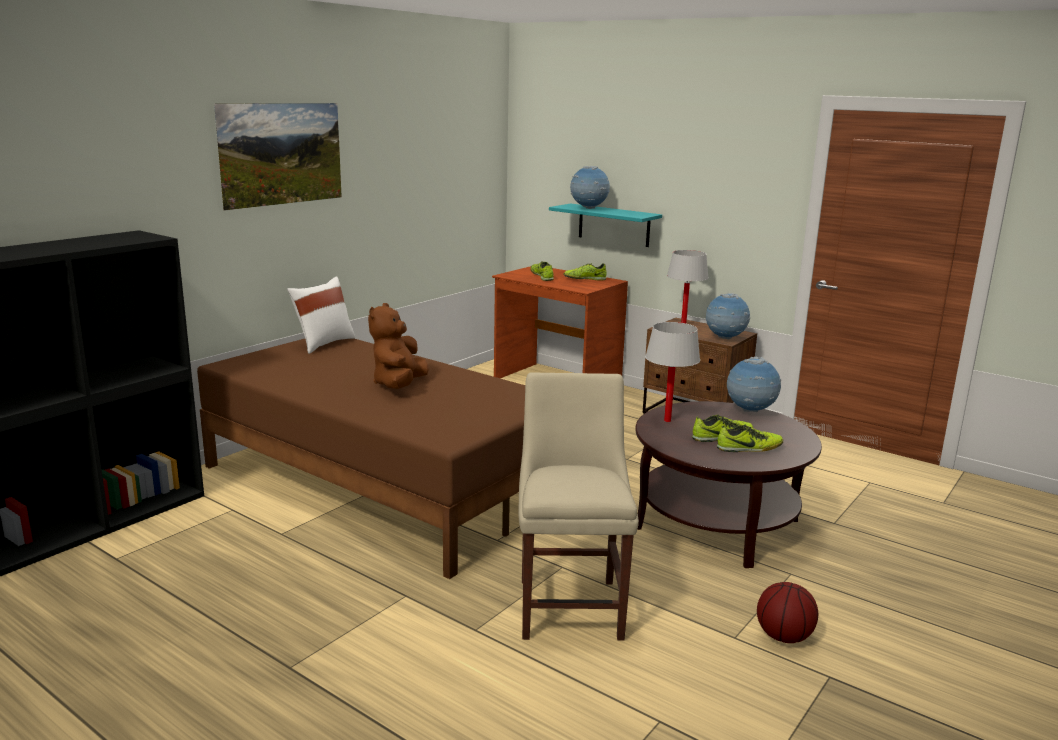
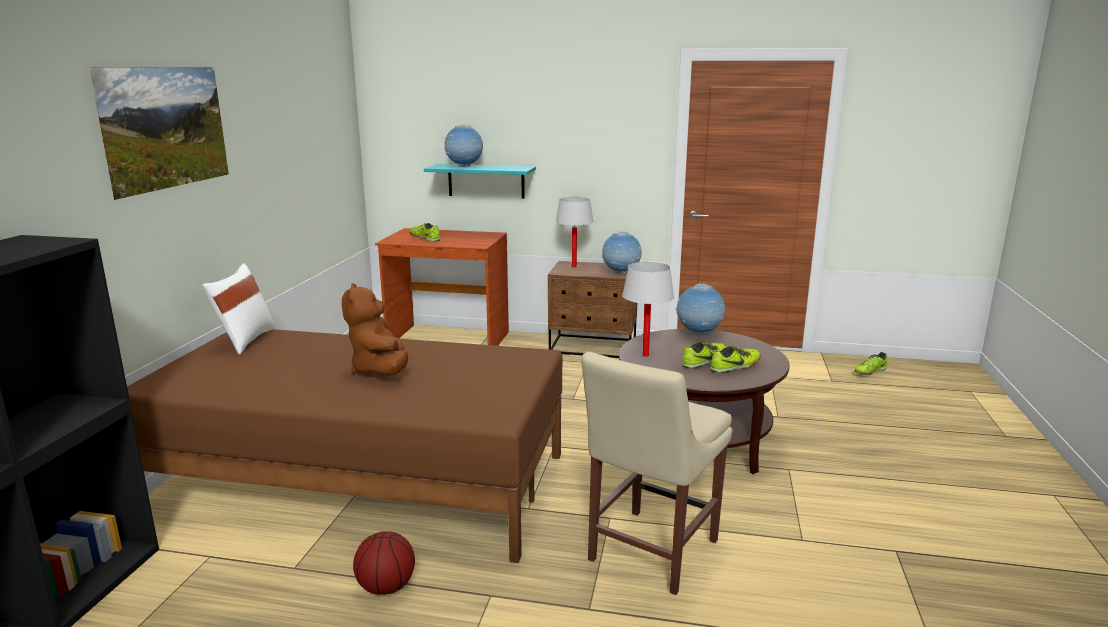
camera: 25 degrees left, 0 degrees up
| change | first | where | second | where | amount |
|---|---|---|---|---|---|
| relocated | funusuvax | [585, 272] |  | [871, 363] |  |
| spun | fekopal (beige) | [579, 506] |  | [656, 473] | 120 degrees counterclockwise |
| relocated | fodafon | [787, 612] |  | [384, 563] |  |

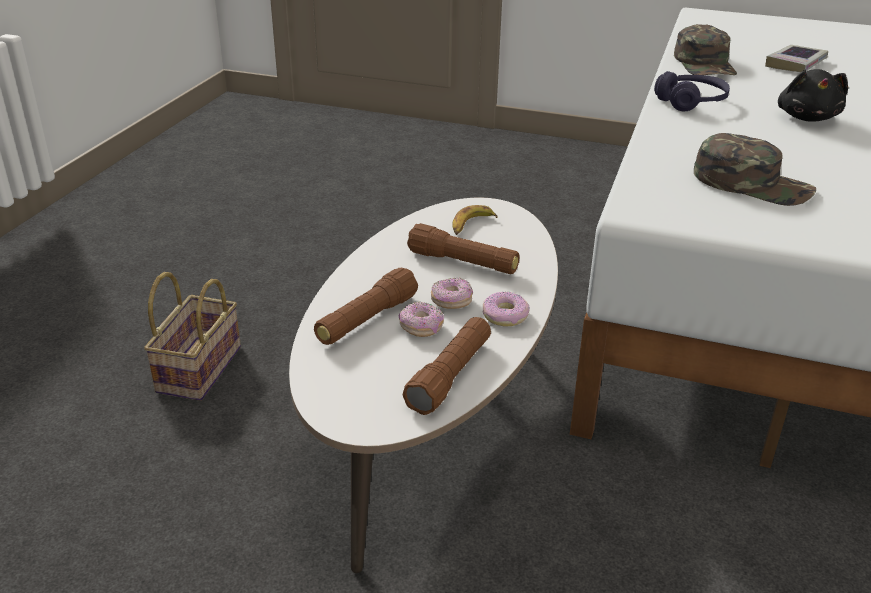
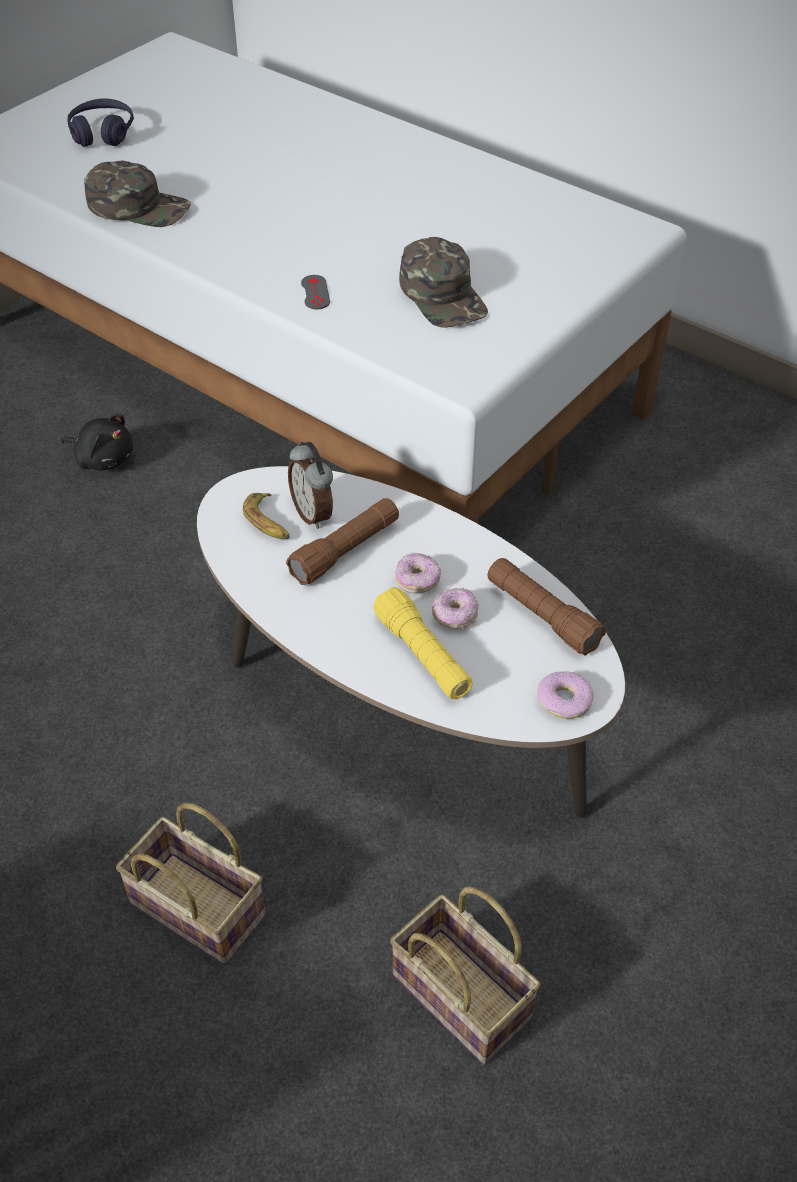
camera: 70 degrees left, 15 degrees up
| change | first | where | second | where | amount |
|---|---|---|---|---|---|
| missing | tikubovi | [796, 58] |  |  |  |
| relocated | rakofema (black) | [813, 95] |  | [97, 442] |  |
| relocated | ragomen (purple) | [692, 91] |  | [100, 123] |  |
| spun | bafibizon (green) | [755, 169] |  | [443, 282] | 105 degrees clockwise |
| colour | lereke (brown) | [366, 306] | lereke (yellow) | [422, 643] |  |
| relocated | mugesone | [506, 309] |  | [565, 695] |  |
| appeared |  |  | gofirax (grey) | [315, 292] |  |
| appeared |  |  | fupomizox | [310, 485] |  |
| appeared |  |  | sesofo | [465, 976] |  |

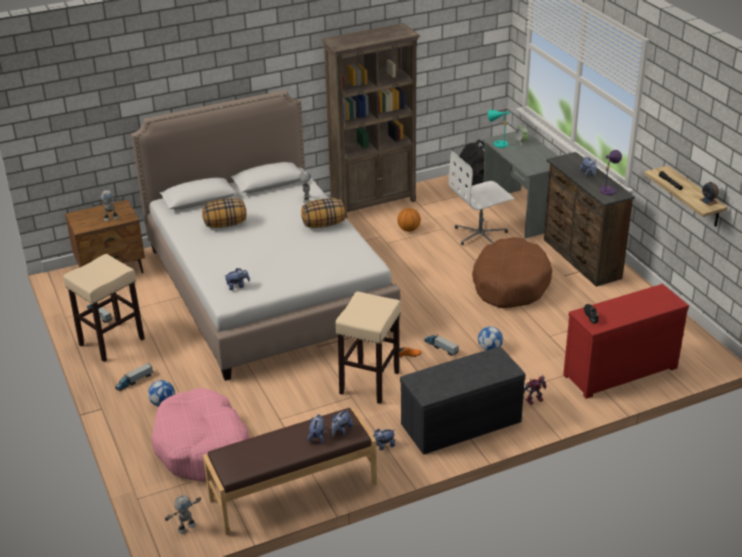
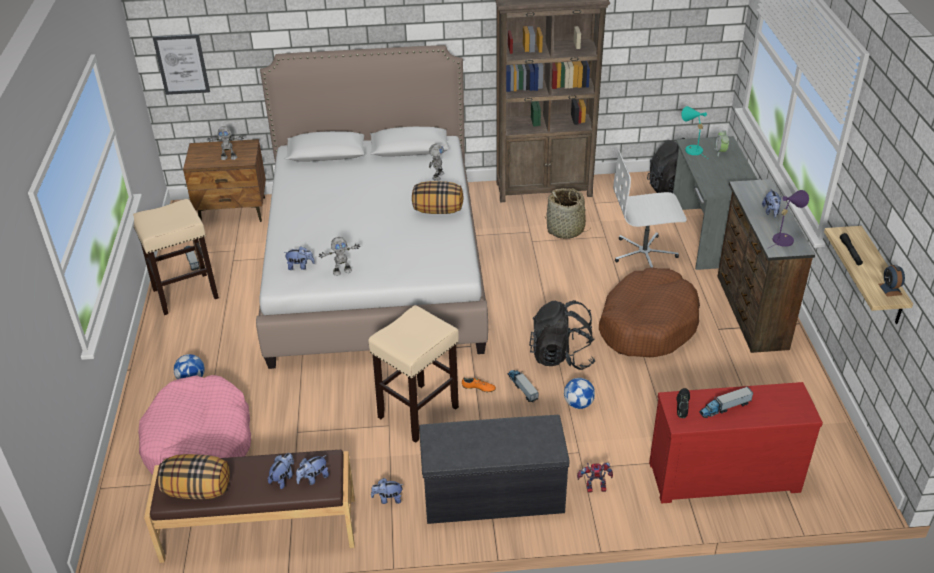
camera: 20 degrees right, 5 degrees up
| change | first | where | second | where | amount |
|---|---|---|---|---|---|
| relocated | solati | [224, 213] |  | [194, 476] |  |
| exchanged | fodafon | [409, 220] | sesofo | [568, 213] |  |
| relocated | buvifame | [134, 377] |  | [726, 402] |  |
| relocated | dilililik | [183, 514] |  | [339, 256] |  |
| appeared |  |  | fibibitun | [181, 64] |  |
| appeared |  |  | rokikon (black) | [562, 335] |  |

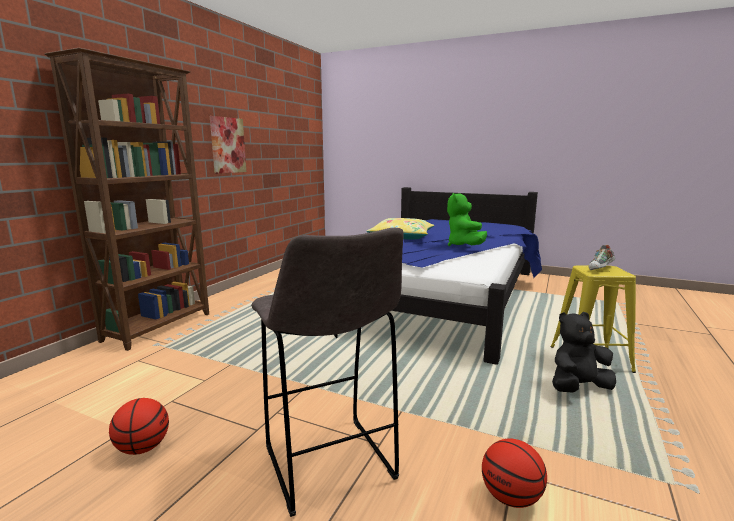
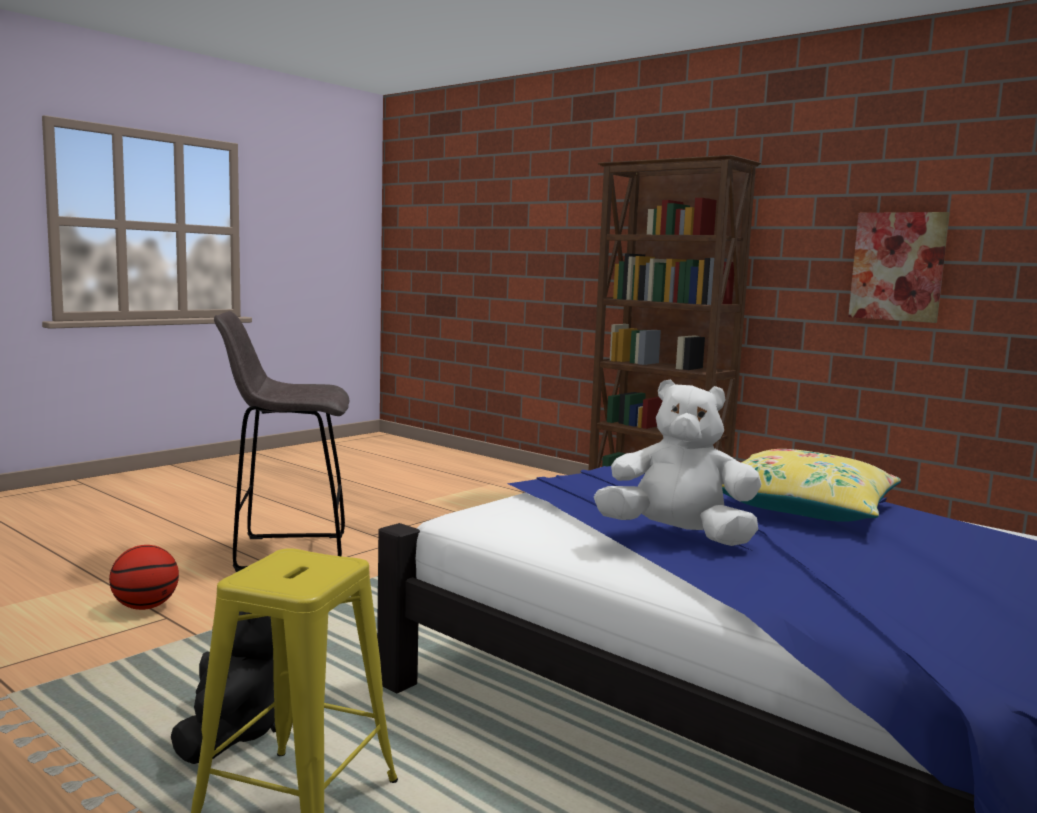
camera: 105 degrees right, 5 degrees down
| change | first | where | second | where | amount |
|---|---|---|---|---|---|
| colour | rakofema (green) | [467, 219] | rakofema (white) | [678, 463] |  |
| missing | funusuvax | [602, 257] |  |  |  |
| missing | fodafon | [139, 426] |  |  |  |

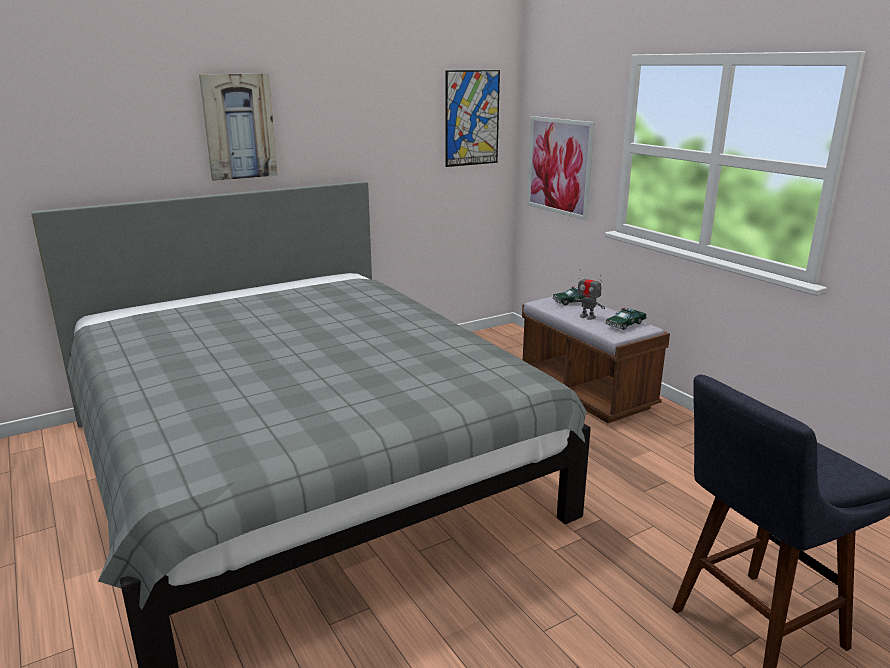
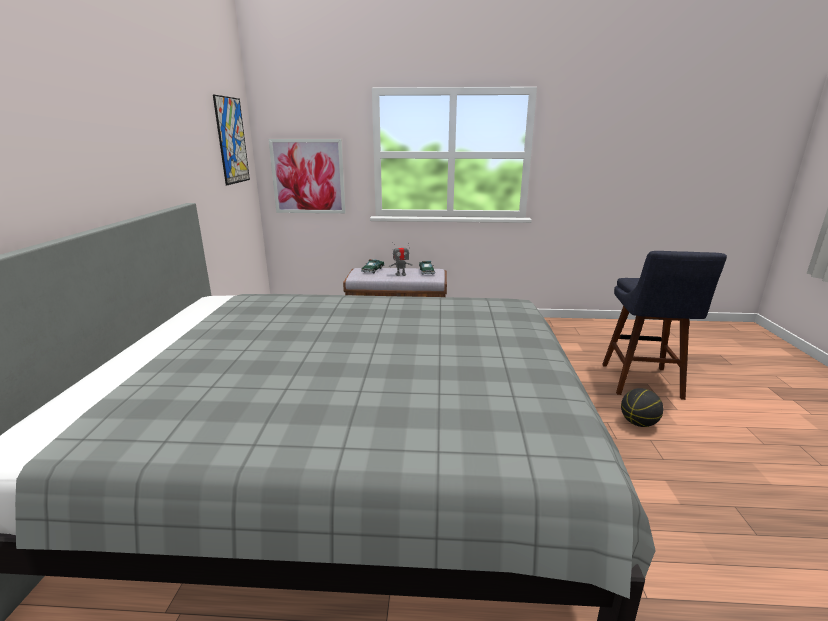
camera: 55 degrees left, 0 degrees up
| change | first | where | second | where | amount |
|---|---|---|---|---|---|
| missing | fibibitun | [238, 127] |  |  |  |
| appeared |  |  | fodafon | [642, 407] |  |

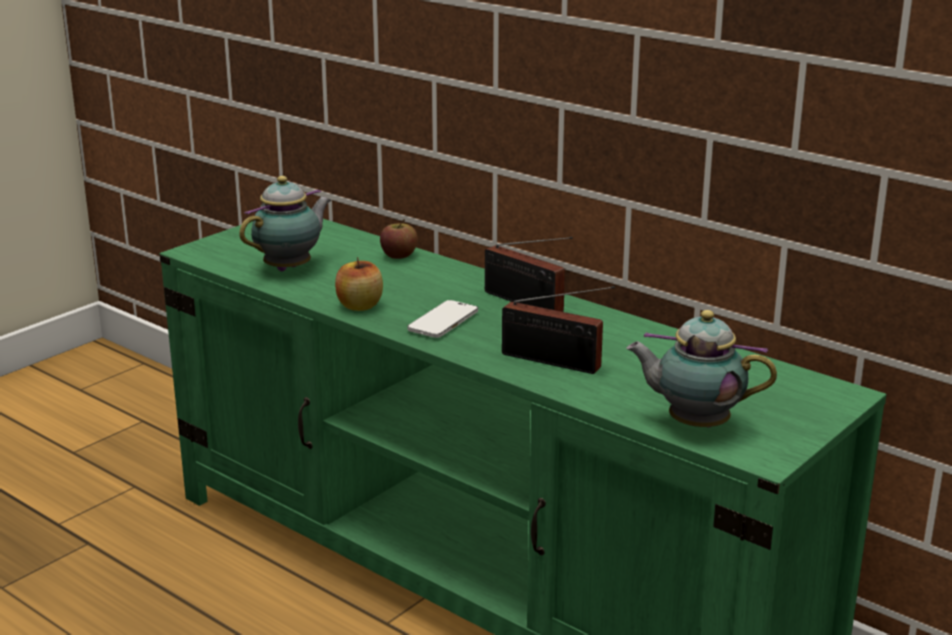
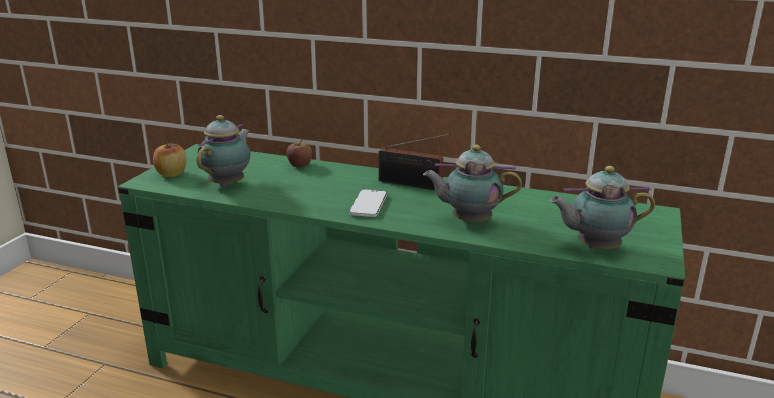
camera: 20 degrees left, 0 degrees up
| change | first | where | second | where | amount |
|---|---|---|---|---|---|
| relocated | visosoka | [359, 284] |  | [170, 159] |  |
| exchanged | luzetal | [558, 330] | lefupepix | [472, 183] |  |

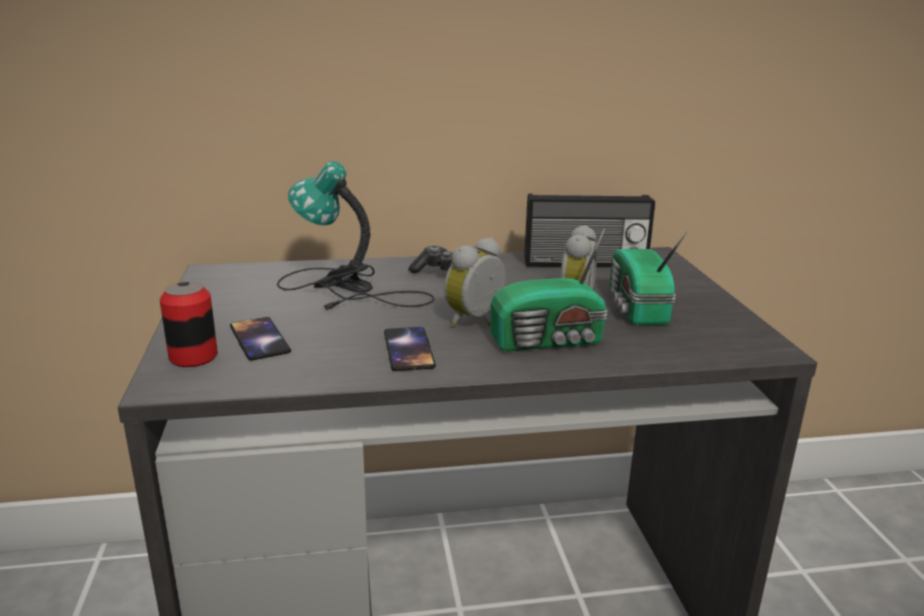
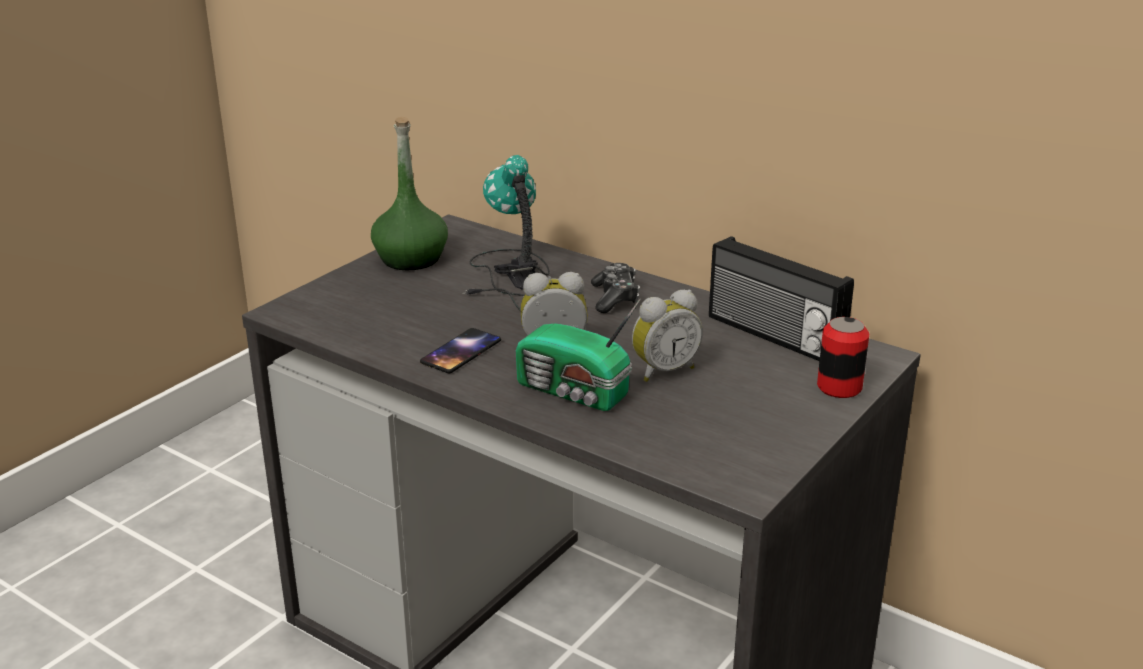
camera: 45 degrees right, 5 degrees up
| change | first | where | second | where | amount |
|---|---|---|---|---|---|
| missing | luzetal | [648, 278] |  |  |  |
| relocated | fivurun | [189, 324] |  | [843, 357] |  |
| missing | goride | [260, 338] |  |  |  |
| appeared |  |  | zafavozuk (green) | [409, 193] |  |

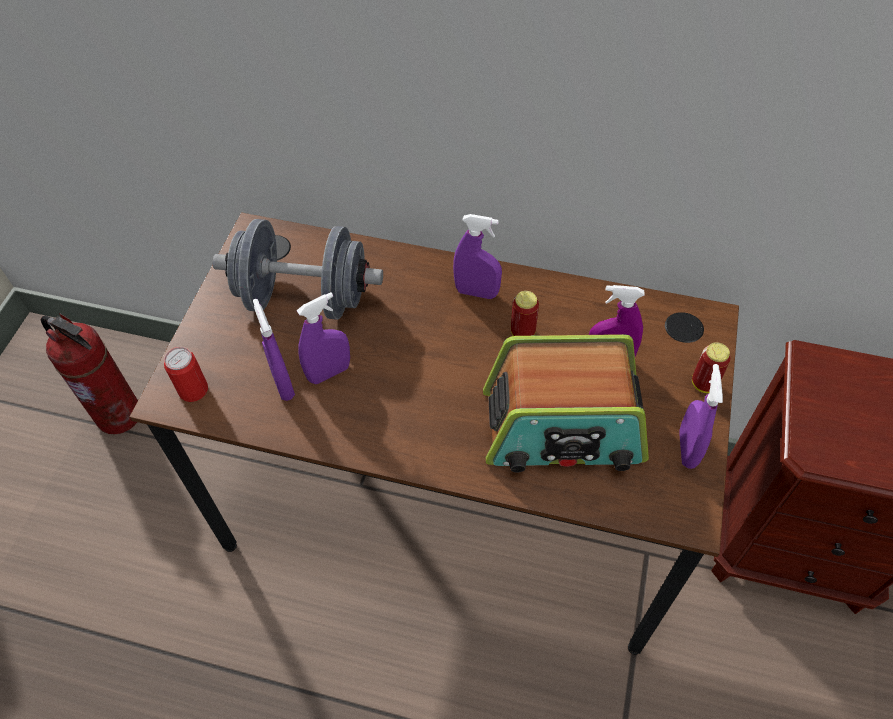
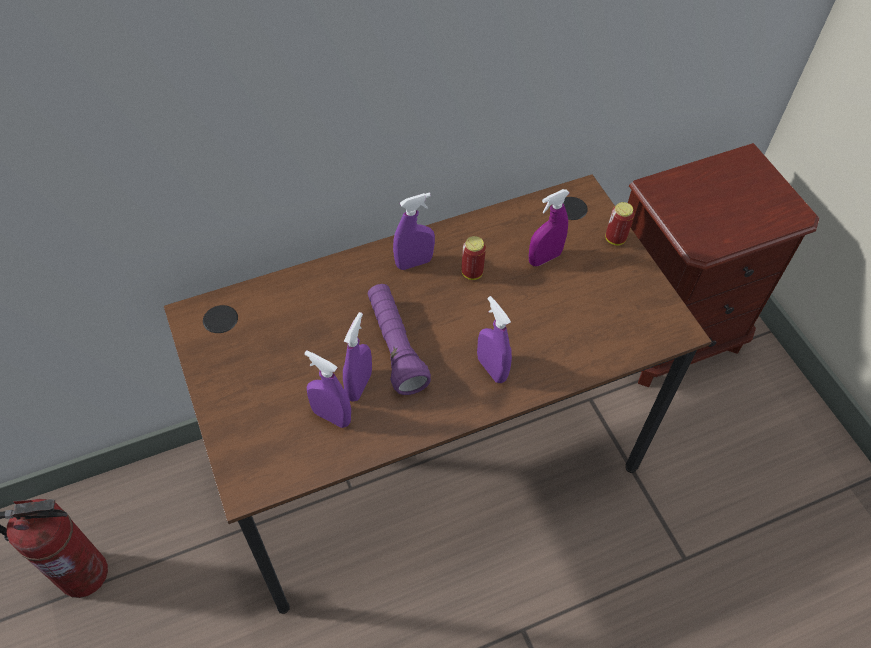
camera: 40 degrees left, 0 degrees up
| change | first | where | second | where | amount |
|---|---|---|---|---|---|
| missing | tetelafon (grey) | [298, 269] |  |  |  |
| missing | luzetal | [566, 403] |  |  |  |
| missing | fivurun | [186, 374] |  |  |  |
| relocated | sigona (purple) | [701, 416] |  | [494, 339] |  |
| appeared |  |  | lereke (purple) | [399, 339] |  |

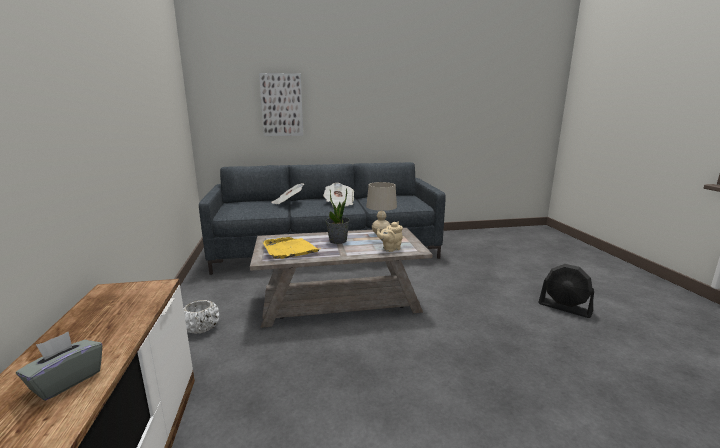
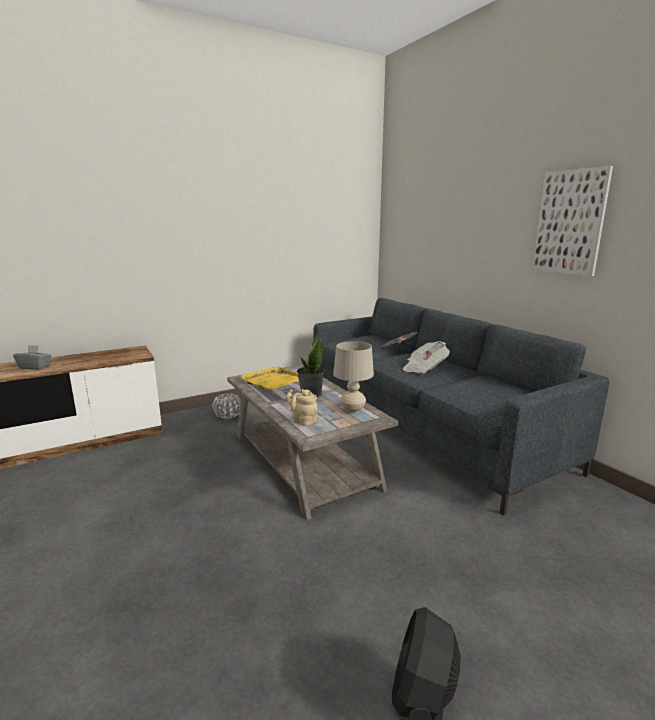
camera: 70 degrees right, 0 degrees up
| change | first | where | second | where | amount |
|---|---|---|---|---|---|
| relocated | fibibitun | [281, 104] |  | [572, 221] |  |

